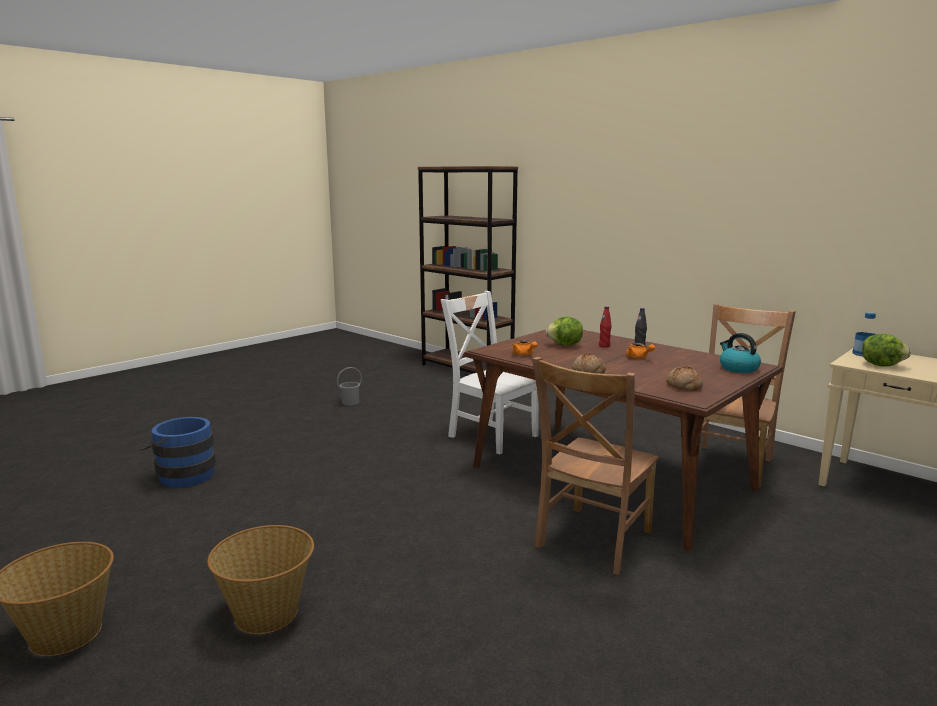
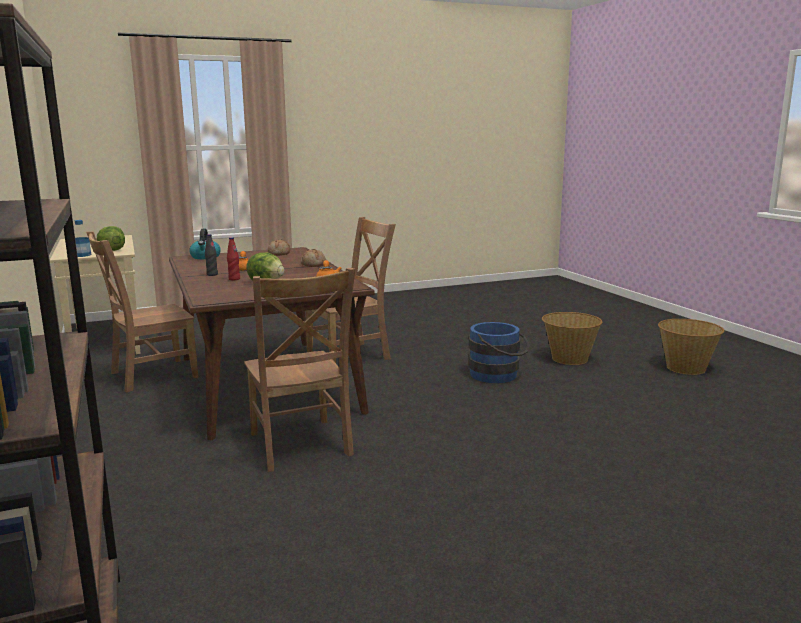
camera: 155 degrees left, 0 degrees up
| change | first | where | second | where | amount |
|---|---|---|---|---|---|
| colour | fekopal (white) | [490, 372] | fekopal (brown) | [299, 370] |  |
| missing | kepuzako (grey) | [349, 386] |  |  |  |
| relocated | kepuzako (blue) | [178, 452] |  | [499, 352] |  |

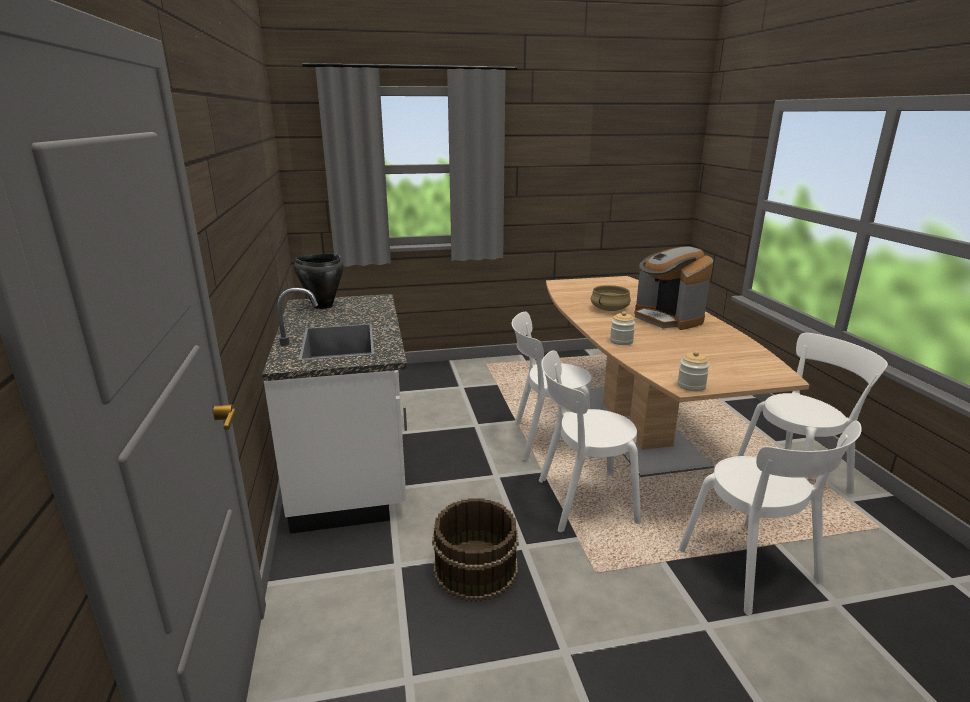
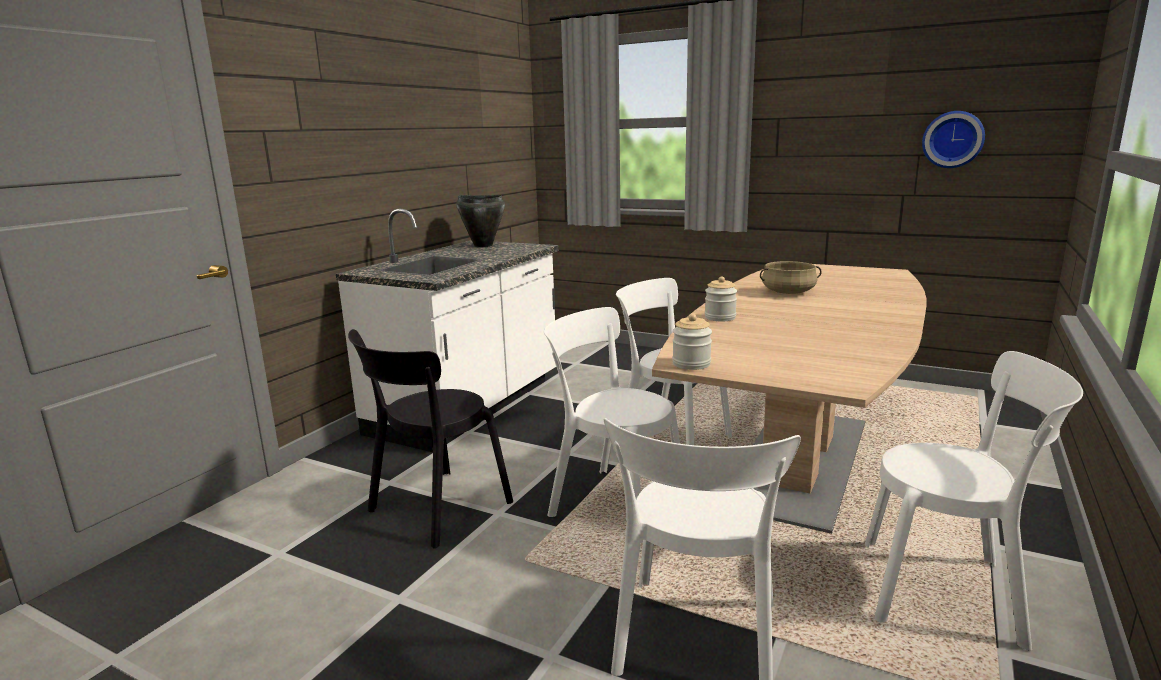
camera: 40 degrees right, 5 degrees down
| change | first | where | second | where | amount |
|---|---|---|---|---|---|
| missing | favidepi | [673, 288] |  |  |  |
| exchanged | kepuzako (brown) | [475, 550] | fekopal (black) | [430, 439] |  |
| appeared |  |  | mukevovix | [953, 139] |  |

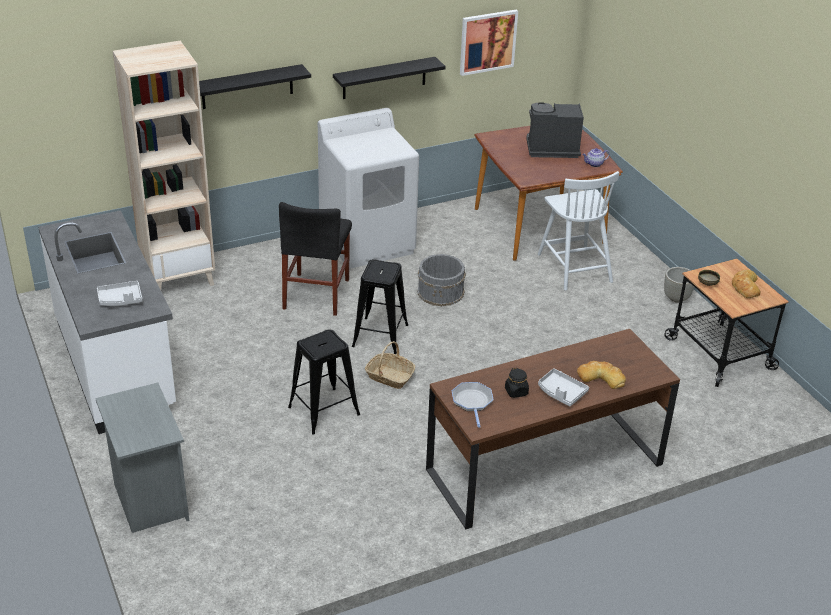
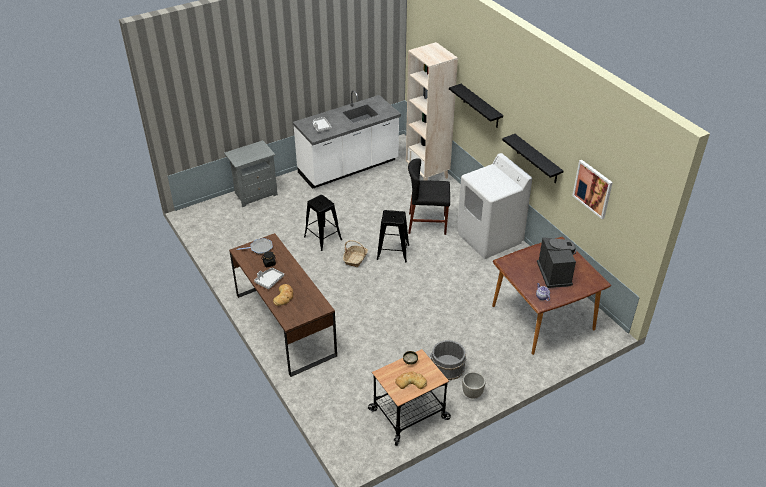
camera: 85 degrees right, 5 degrees up
| change | first | where | second | where | amount |
|---|---|---|---|---|---|
| missing | fekopal (white) | [578, 231] |  |  |  |
| relocated | kepuzako (grey) | [441, 280] |  | [448, 360] |  |

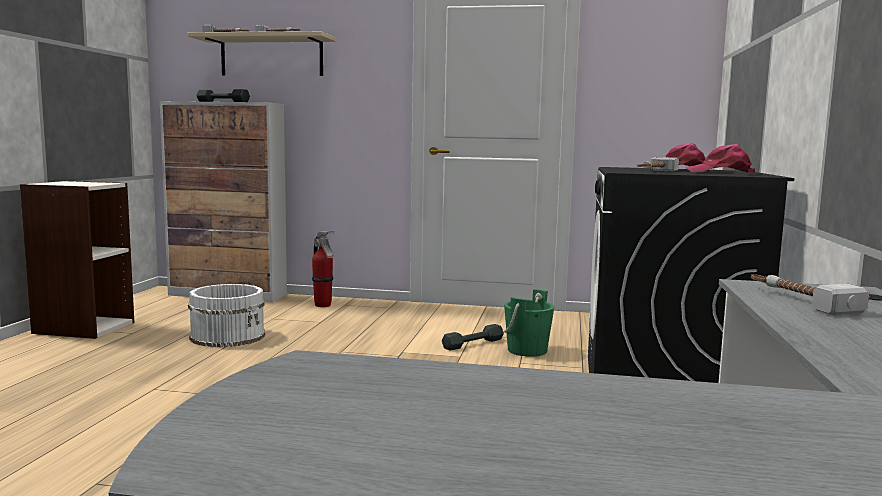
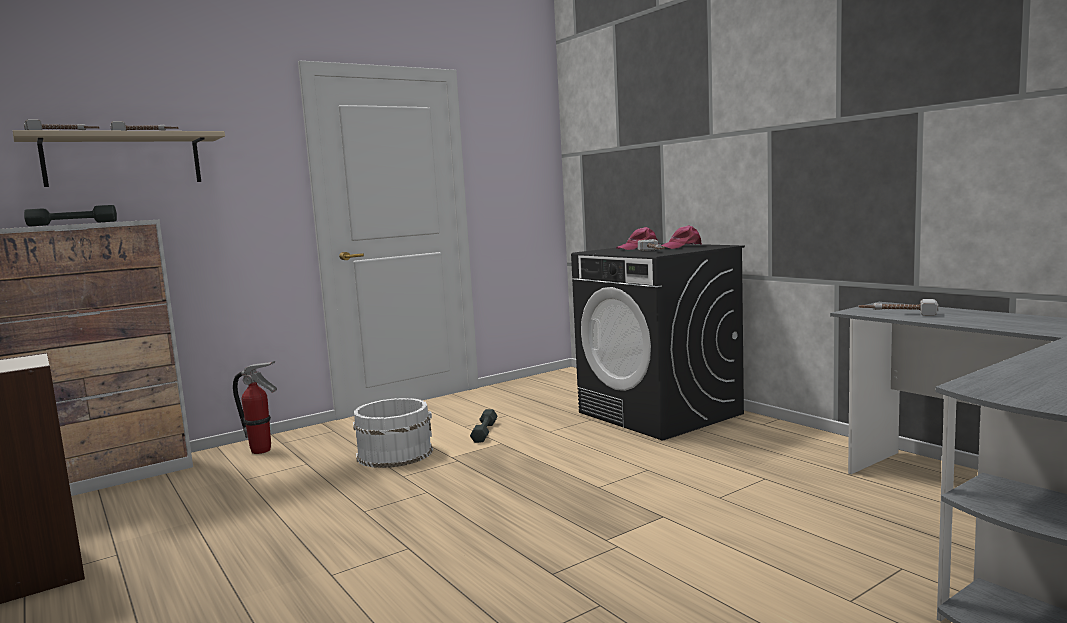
camera: 45 degrees left, 0 degrees up
| change | first | where | second | where | amount |
|---|---|---|---|---|---|
| relocated | kepuzako (white) | [226, 315] |  | [393, 433] |  |
| missing | kepuzako (green) | [529, 323] |  |  |  |

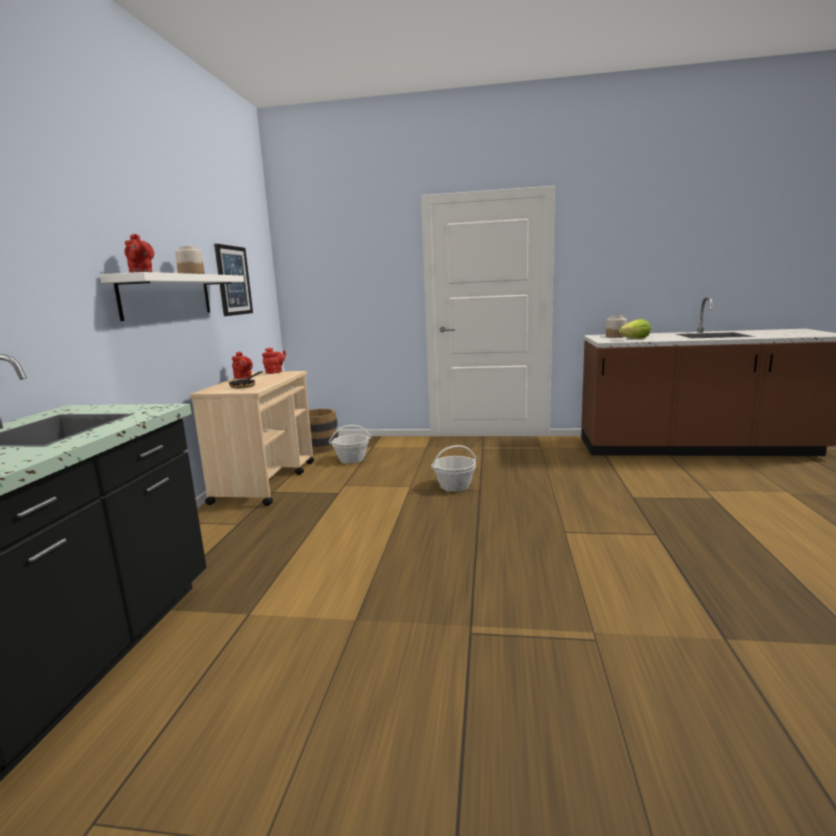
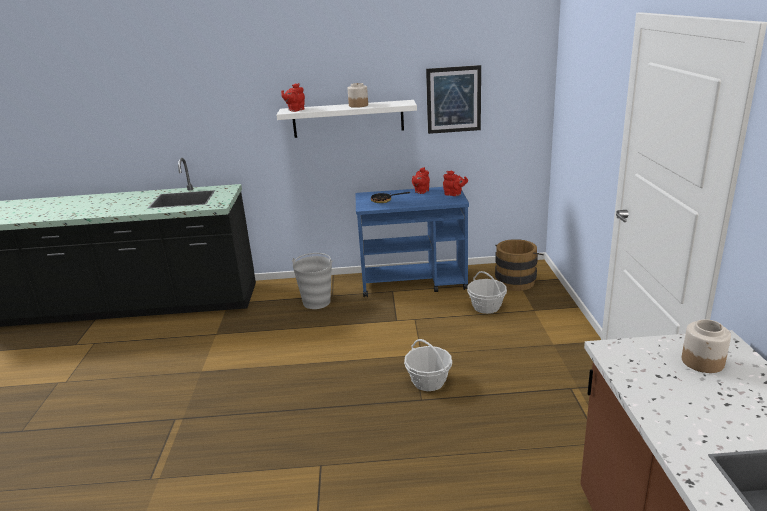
camera: 80 degrees right, 10 degrees up
| change | first | where | second | where | amount |
|---|---|---|---|---|---|
| missing | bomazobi | [635, 329] |  |  |  |
| colour | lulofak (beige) | [252, 438] | lulofak (blue) | [412, 242] |  |
| appeared |  |  | kepuzako (grey) | [312, 281] |  |

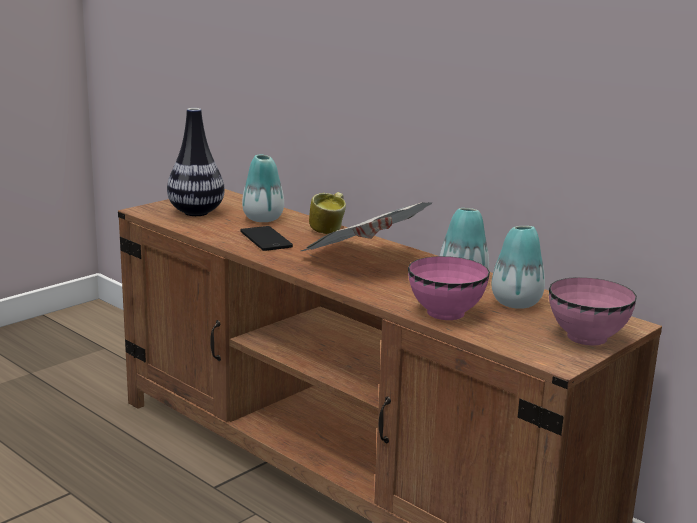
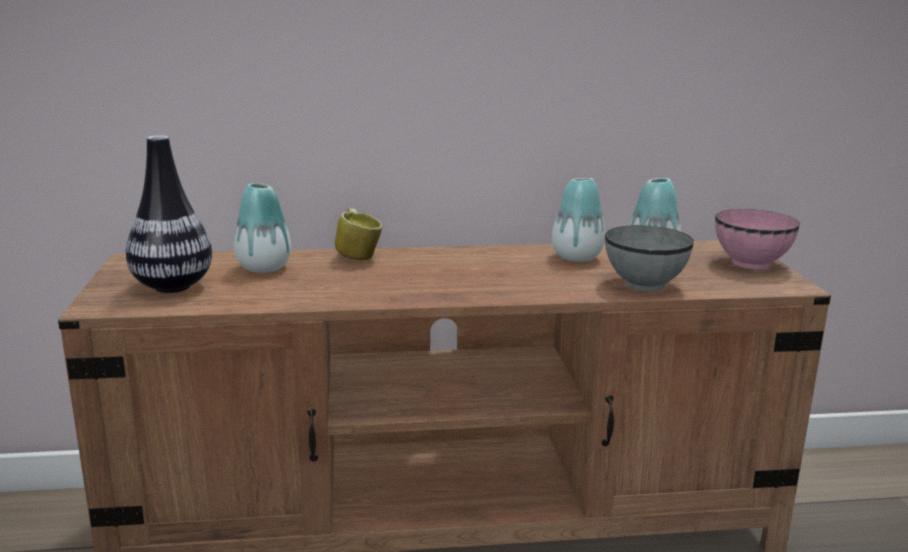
camera: 50 degrees left, 0 degrees up
| change | first | where | second | where | amount |
|---|---|---|---|---|---|
| missing | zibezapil | [366, 226] |  |  |  |
| missing | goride | [266, 238] |  |  |  |
| colour | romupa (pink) | [449, 288] | romupa (grey) | [649, 258] |  |

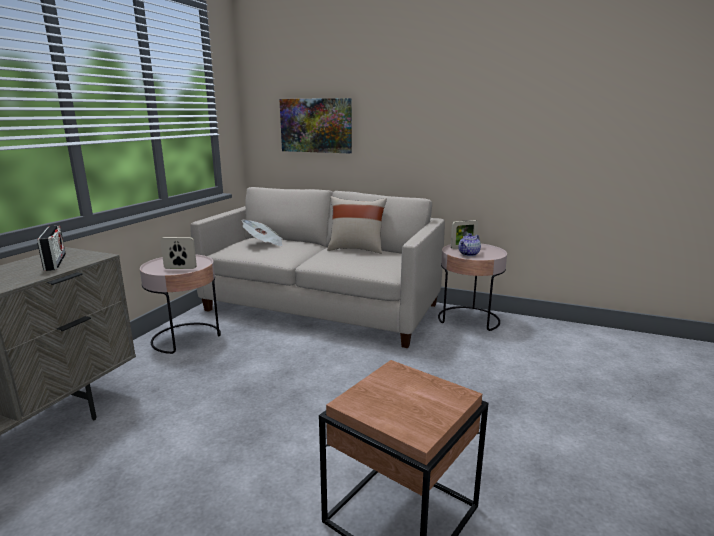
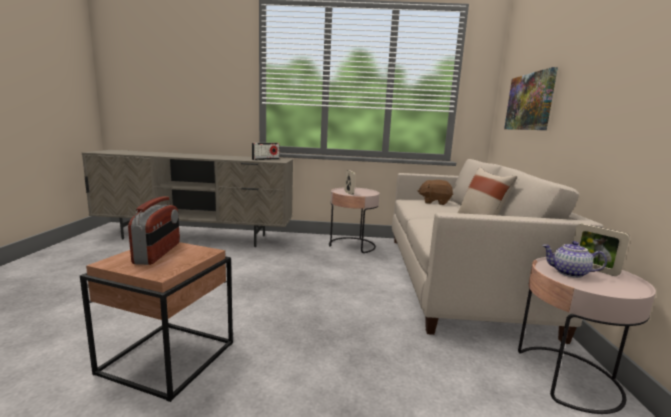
camera: 70 degrees right, 5 degrees down
| change | first | where | second | where | amount |
|---|---|---|---|---|---|
| exchanged | zibezapil | [262, 233] | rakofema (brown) | [435, 192] |  |
| appeared |  |  | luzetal | [154, 230] |  |

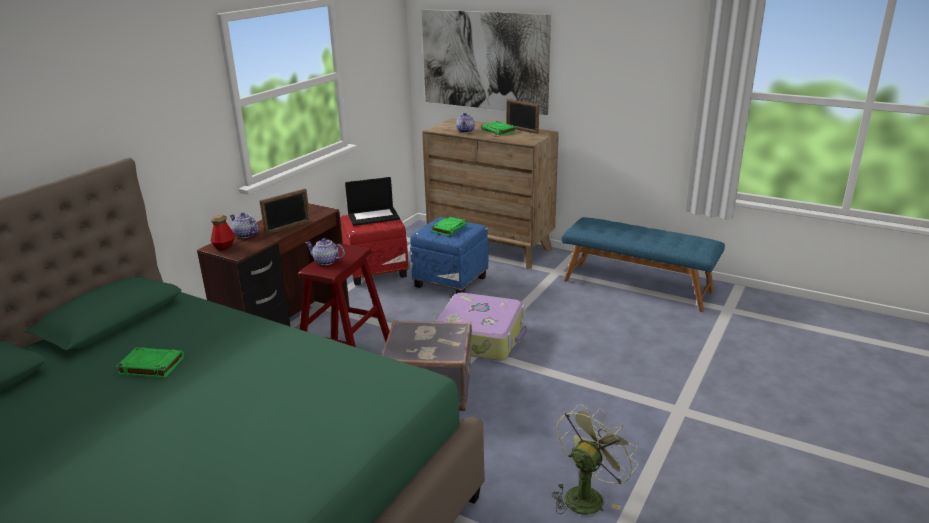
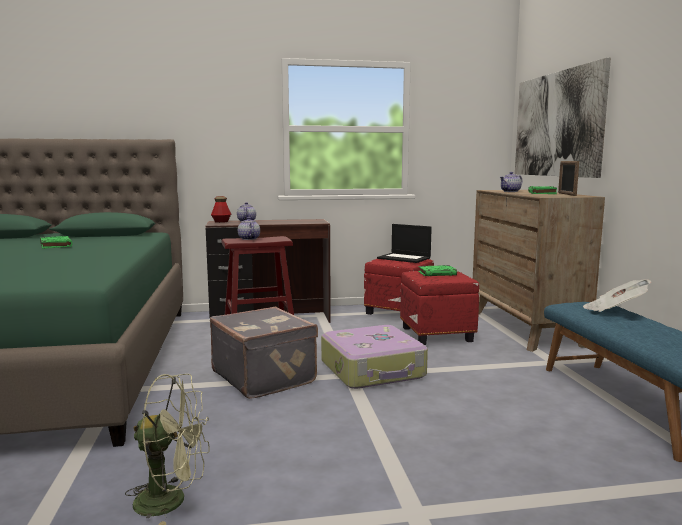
camera: 50 degrees right, 15 degrees down
| change | first | where | second | where | amount |
|---|---|---|---|---|---|
| missing | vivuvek | [284, 211] |  |  |  |
| colour | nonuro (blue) | [449, 255] | nonuro (red) | [439, 308] |  |
| appeared |  |  | zibezapil | [617, 295] |  |

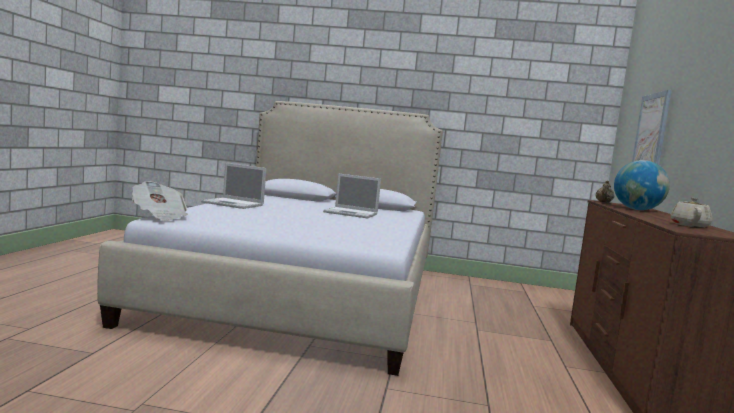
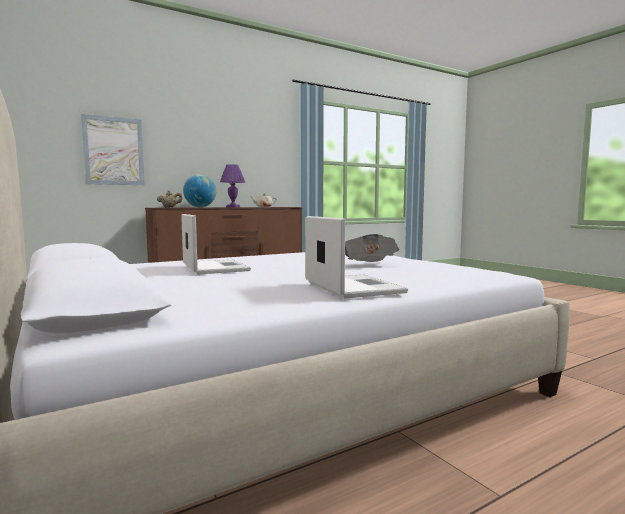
camera: 130 degrees left, 0 degrees up
| change | first | where | second | where | amount |
|---|---|---|---|---|---|
| relocated | zibezapil | [160, 201] |  | [372, 248] |  |
| appeared |  |  | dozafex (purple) | [232, 185] |  |

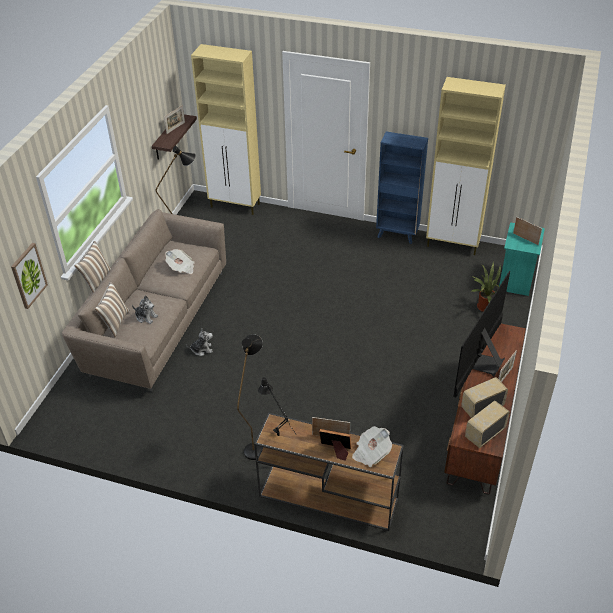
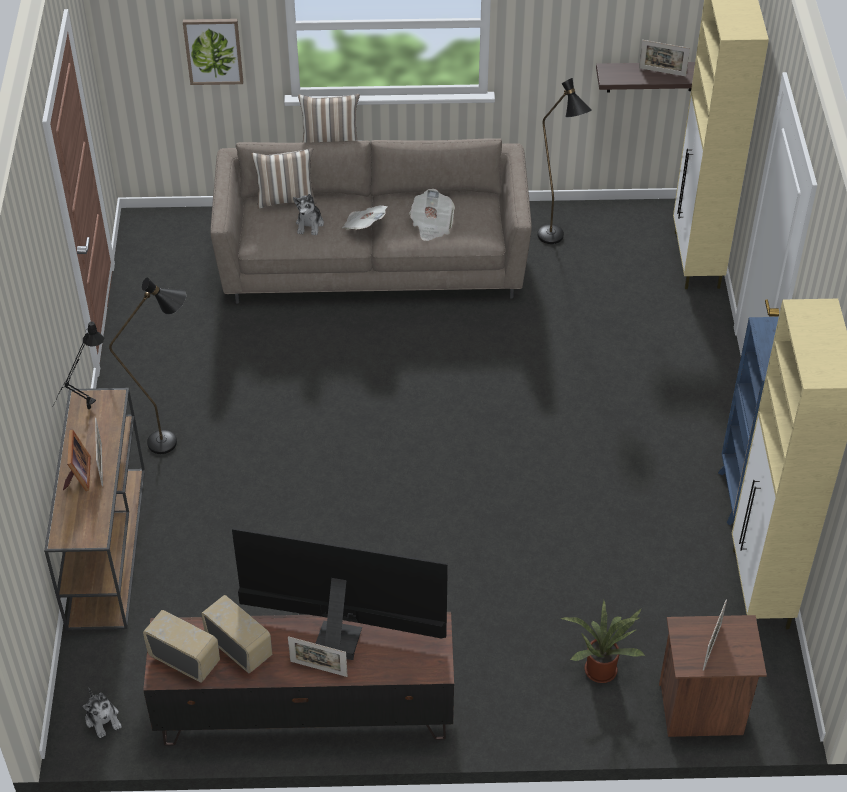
camera: 70 degrees right, 5 degrees up
| change | first | where | second | where | amount |
|---|---|---|---|---|---|
| colour | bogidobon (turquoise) | [522, 259] | bogidobon (brown) | [713, 676] |  |
| relocated | rakofema | [199, 342] |  | [102, 713] |  |
| relocated | zibezapil | [372, 446] |  | [365, 217] |  |

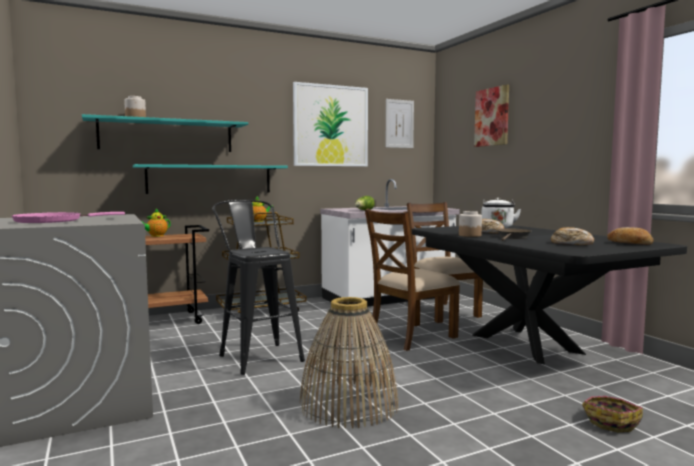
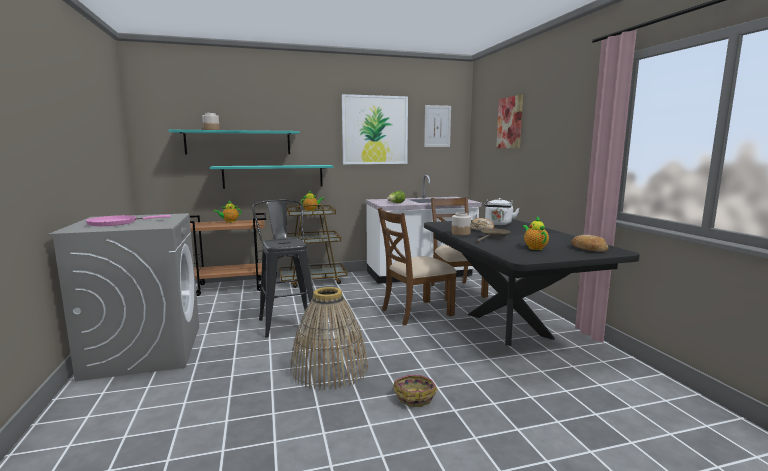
camera: 10 degrees right, 5 degrees up
| change | first | where | second | where | amount |
|---|---|---|---|---|---|
| exchanged | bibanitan | [572, 236] | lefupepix | [536, 233] |  |
| relocated | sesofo | [612, 414] |  | [415, 391] |  |

